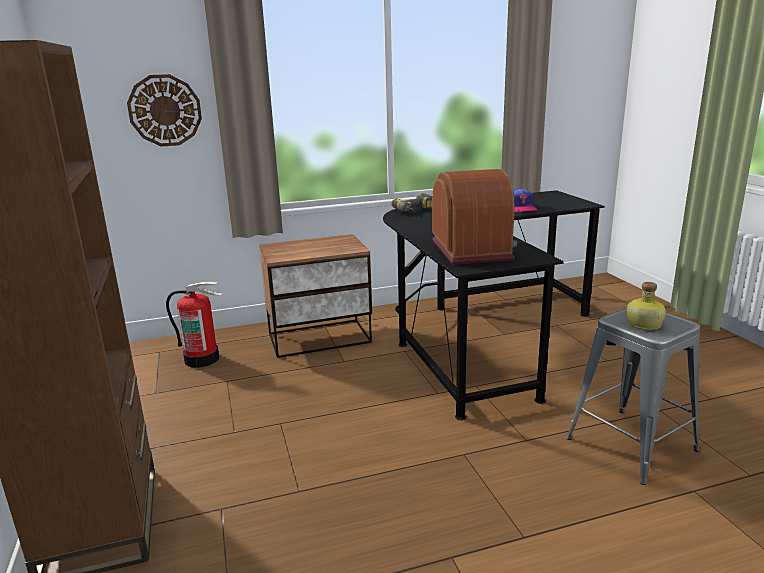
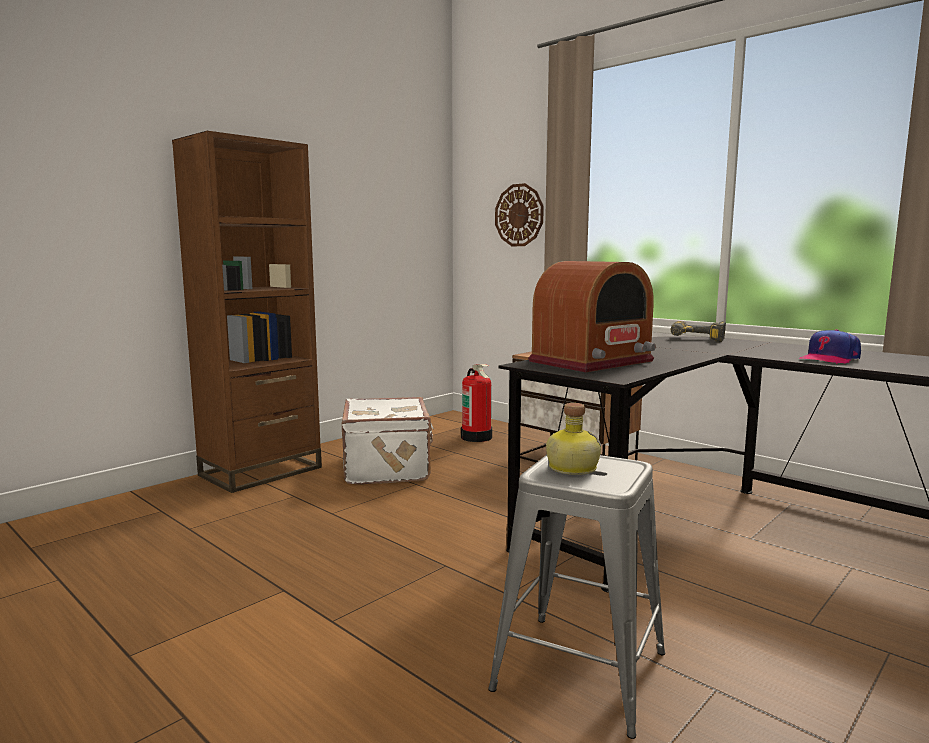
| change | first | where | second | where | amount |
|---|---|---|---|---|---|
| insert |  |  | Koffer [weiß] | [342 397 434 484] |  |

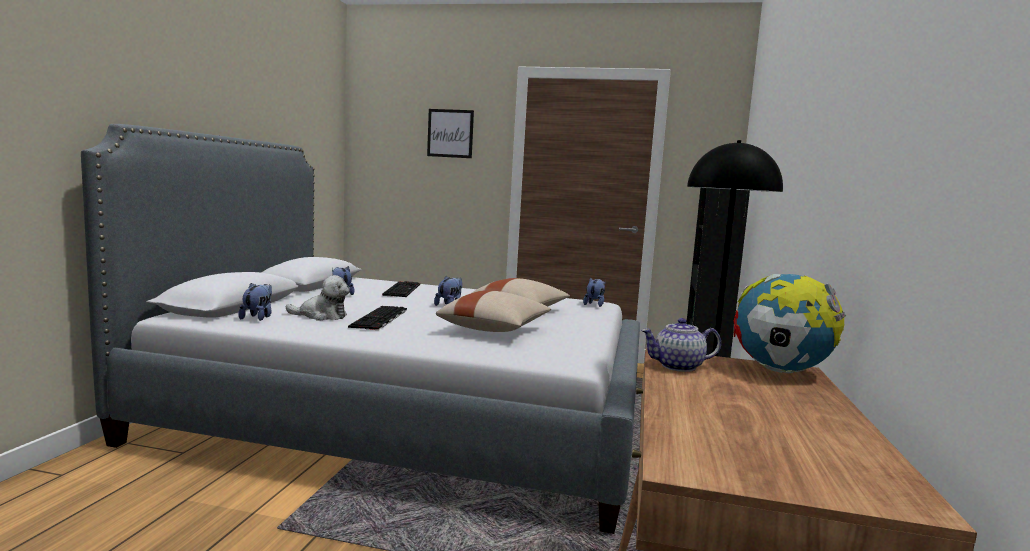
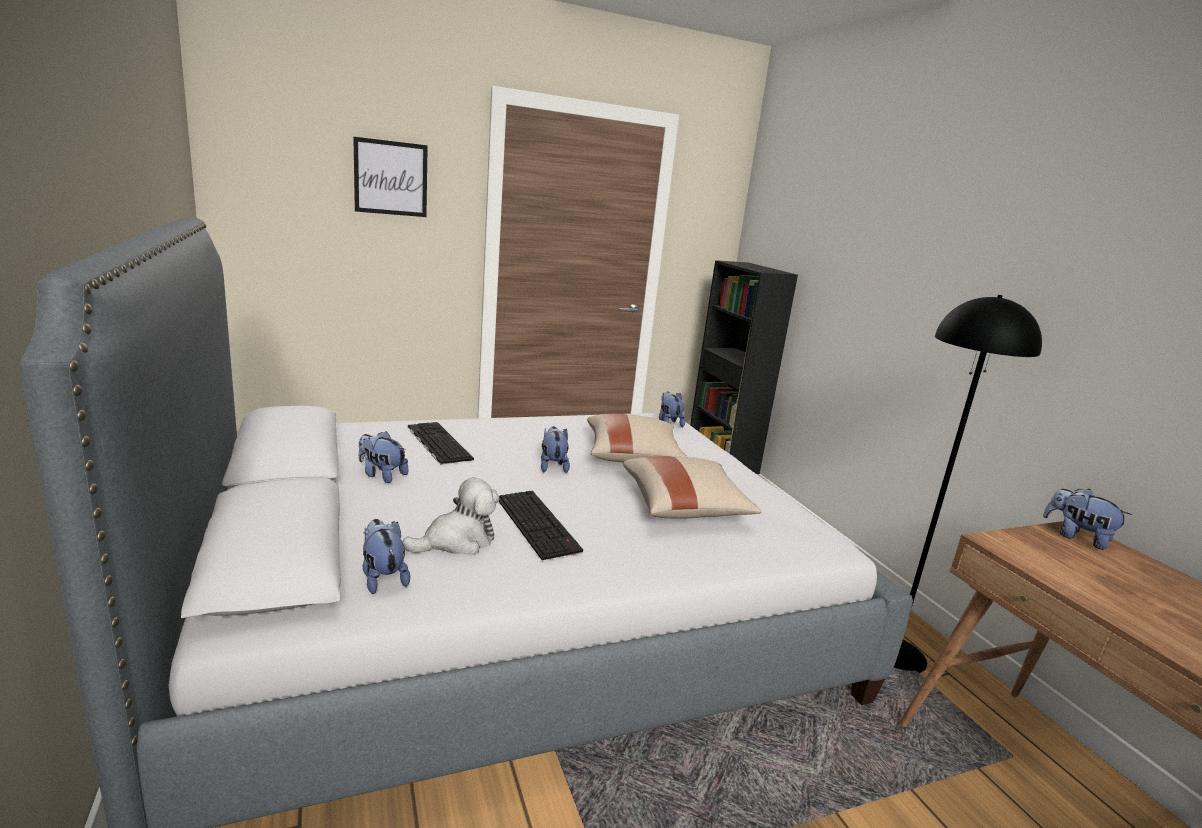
| change | first | where | second | where | amount |
|---|---|---|---|---|---|
| delete | Teekanne | [641 318 721 372] |  |  |  |
| replace | Globus | [733 274 846 373] | Plüschtier | [1043 489 1132 550] |  |

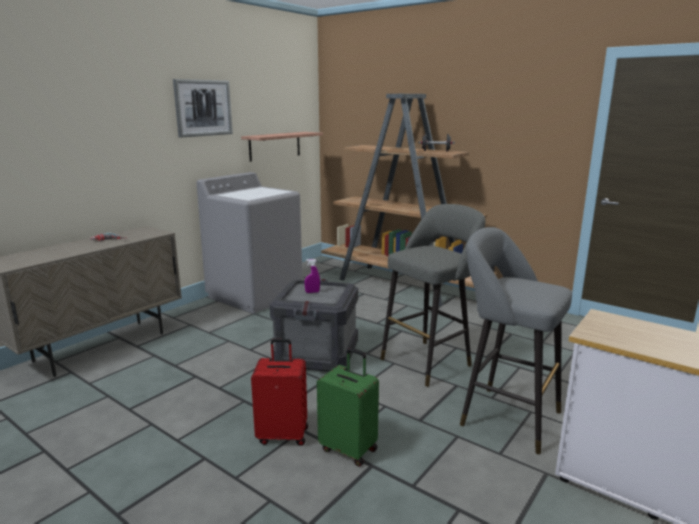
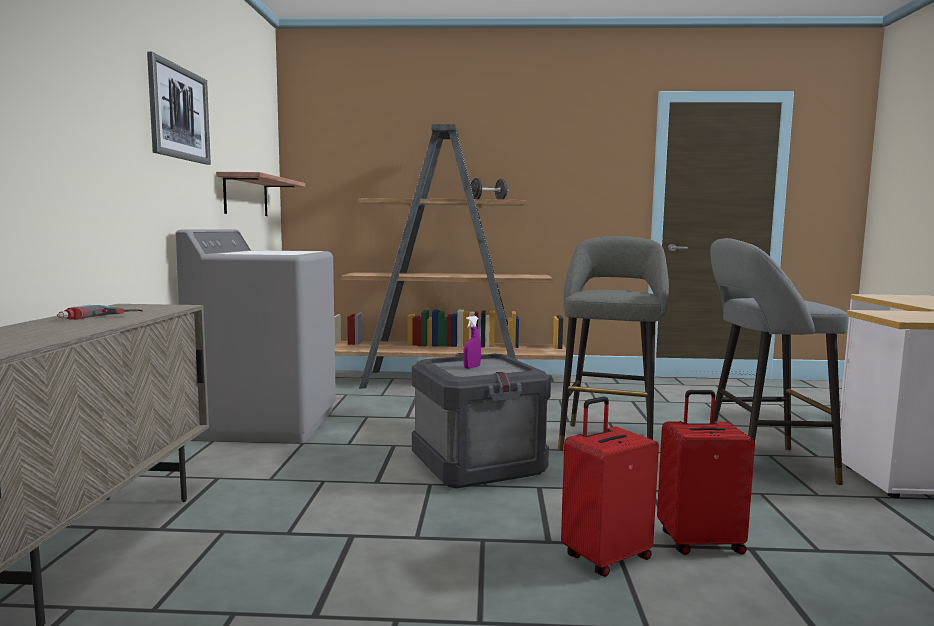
| change | first | where | second | where | amount |
|---|---|---|---|---|---|
| recolor | Koffer [grün] | [317 348 379 467] | Koffer [rot] | [657 390 755 555] |  |

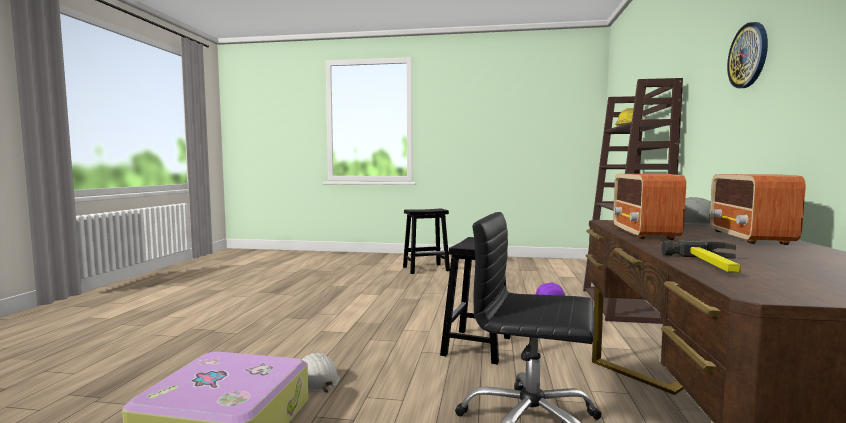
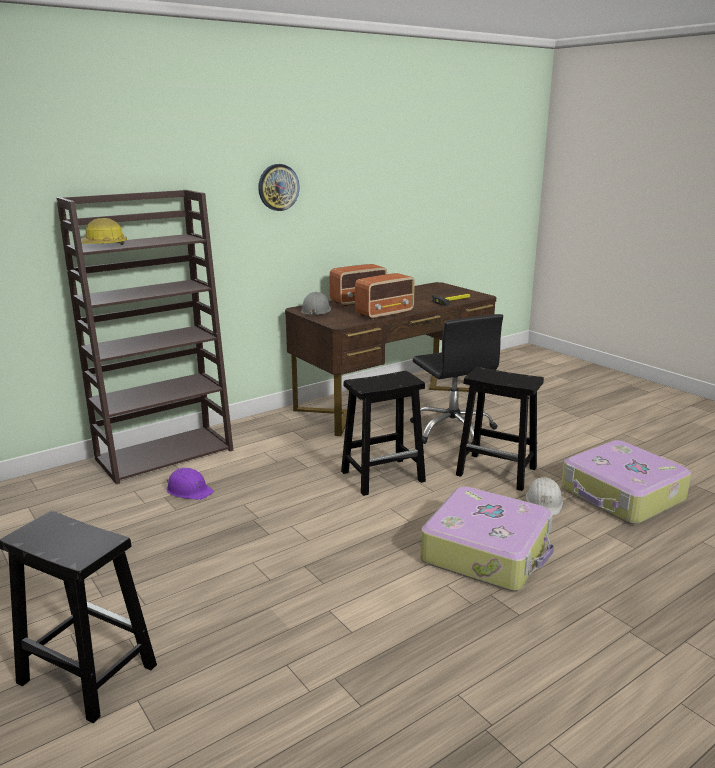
| change | first | where | second | where | amount |
|---|---|---|---|---|---|
| insert |  |  | Koffer | [420 486 554 591] |  |
| insert |  |  | Hocker [schwarz] | [456 367 544 491] |  |

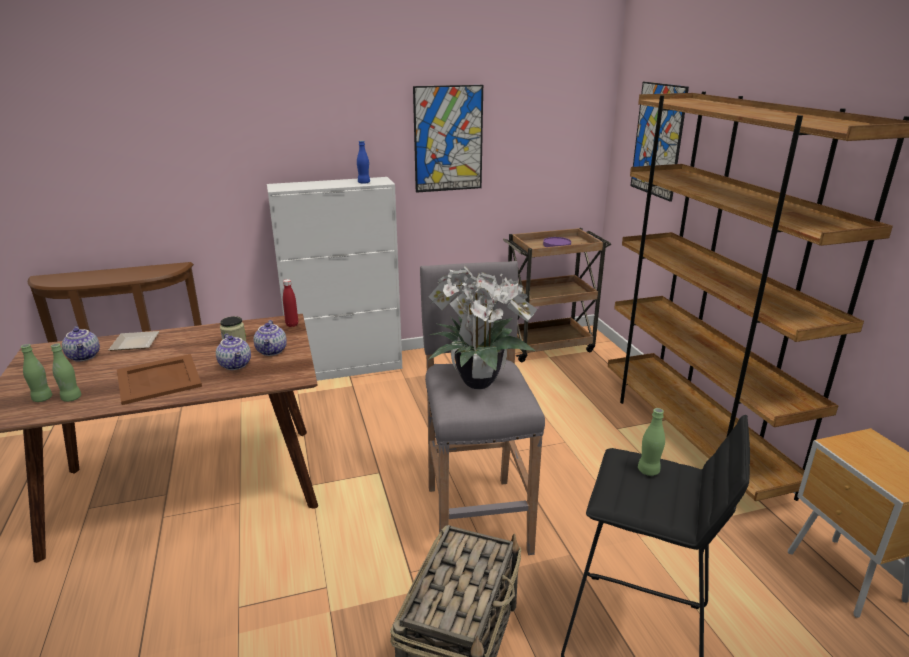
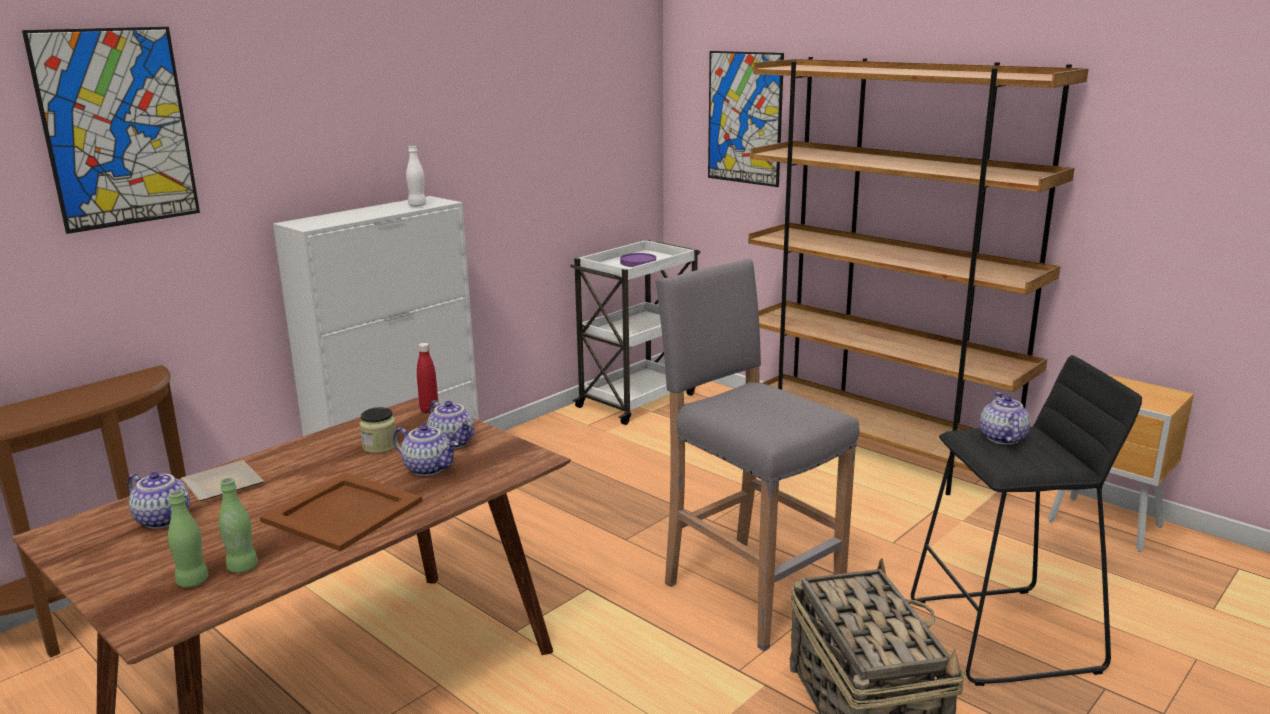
| change | first | where | second | where | amount |
|---|---|---|---|---|---|
| recolor | Flasche [blau] | [357 141 370 184] | Flasche [weiß] | [406 145 426 206] |  |
| move | Bild | [413 85 483 193] |  | [22 27 200 234] |  |
| delete | Topfpflanze | [428 266 538 389] |  |  |  |
| recolor | Rollwagen [braun] | [503 228 611 362] | Rollwagen [weiß] | [570 240 700 425] |  |
| replace | Flasche [grün] | [638 408 665 476] | Teekanne | [980 392 1030 444] |  |

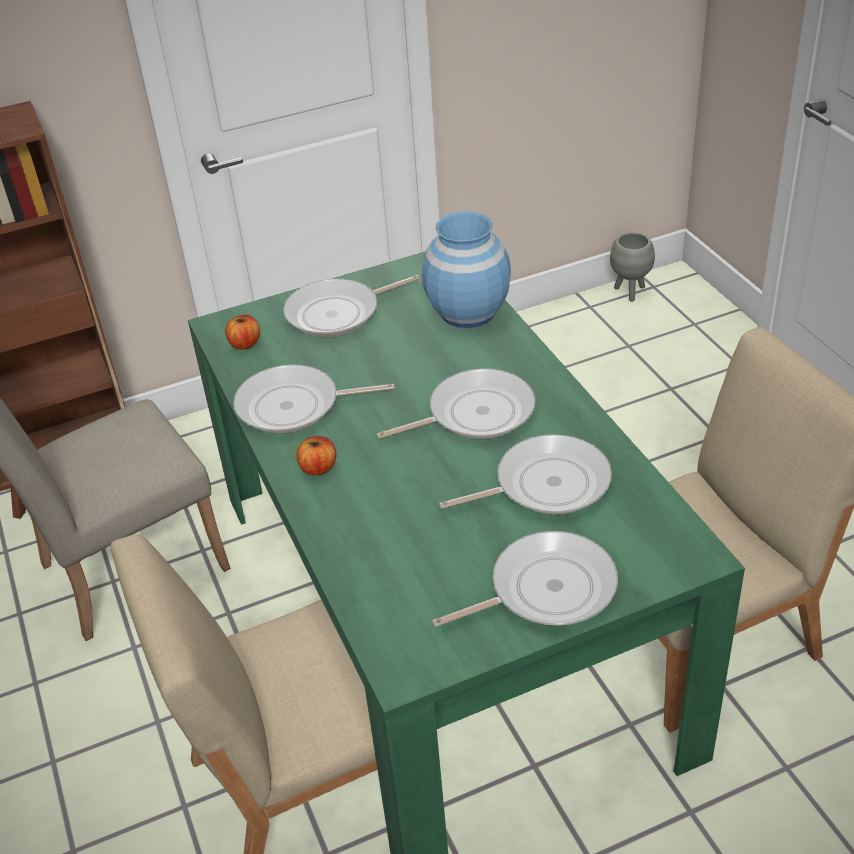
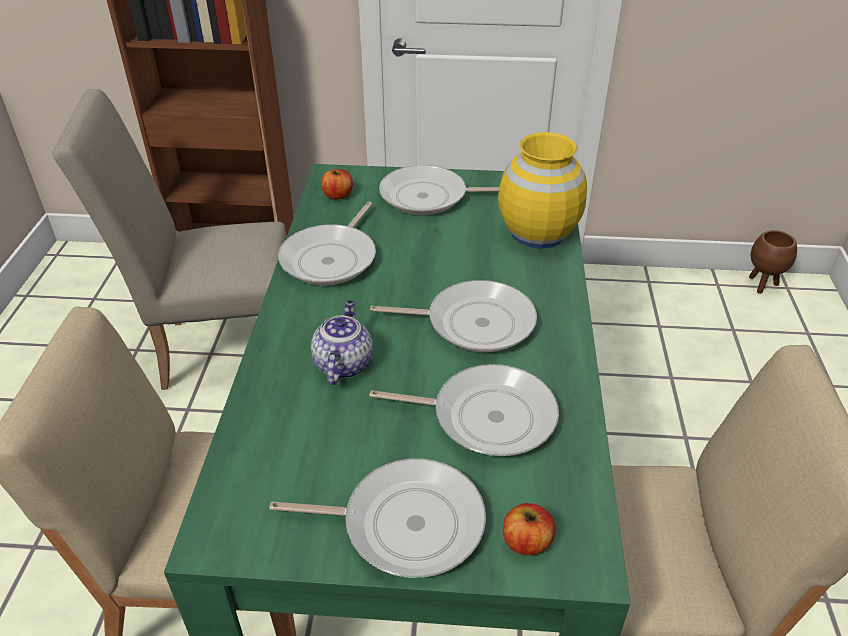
| change | first | where | second | where | amount |
|---|---|---|---|---|---|
| rotate | Pfanne | [233 364 395 433] |  | [278 202 376 285] | 90 degrees counterclockwise |
| move | Apfel | [296 436 336 476] |  | [503 503 555 555] |  |
| recolor | Vase [blau] | [422 211 511 328] | Vase [gelb] | [498 132 587 249] |  |
| recolor | Pflanzkübel [grau] | [610 232 655 302] | Pflanzkübel [braun] | [749 230 797 294] |  |
| insert |  |  | Teekanne | [311 300 373 385] |  |

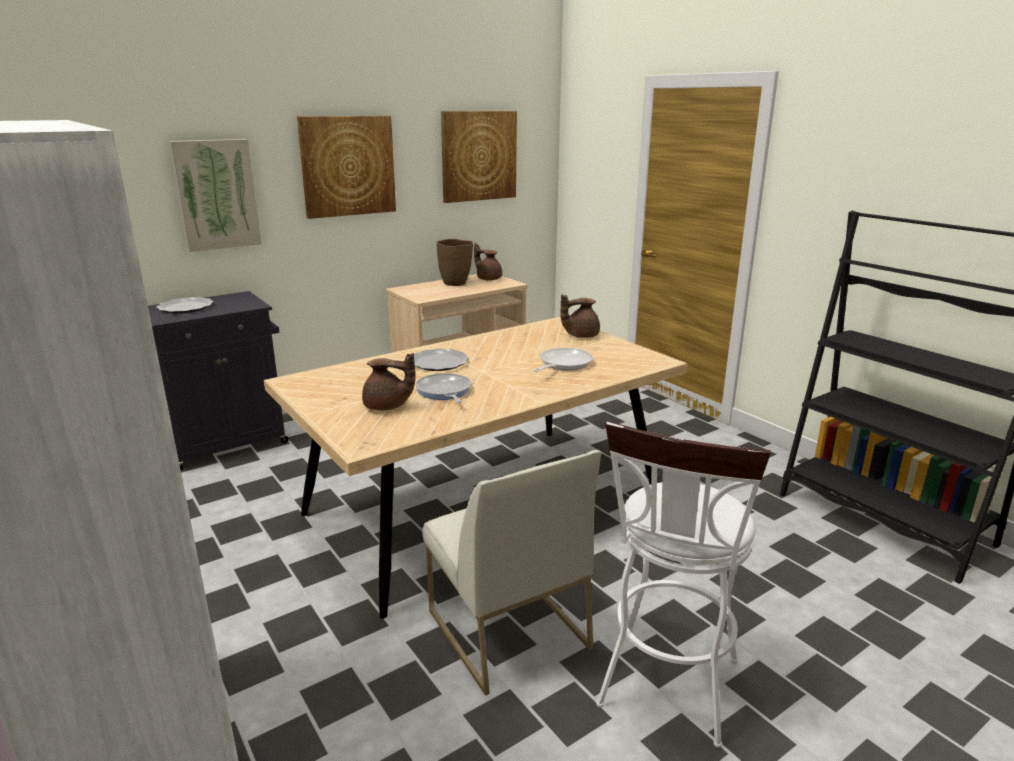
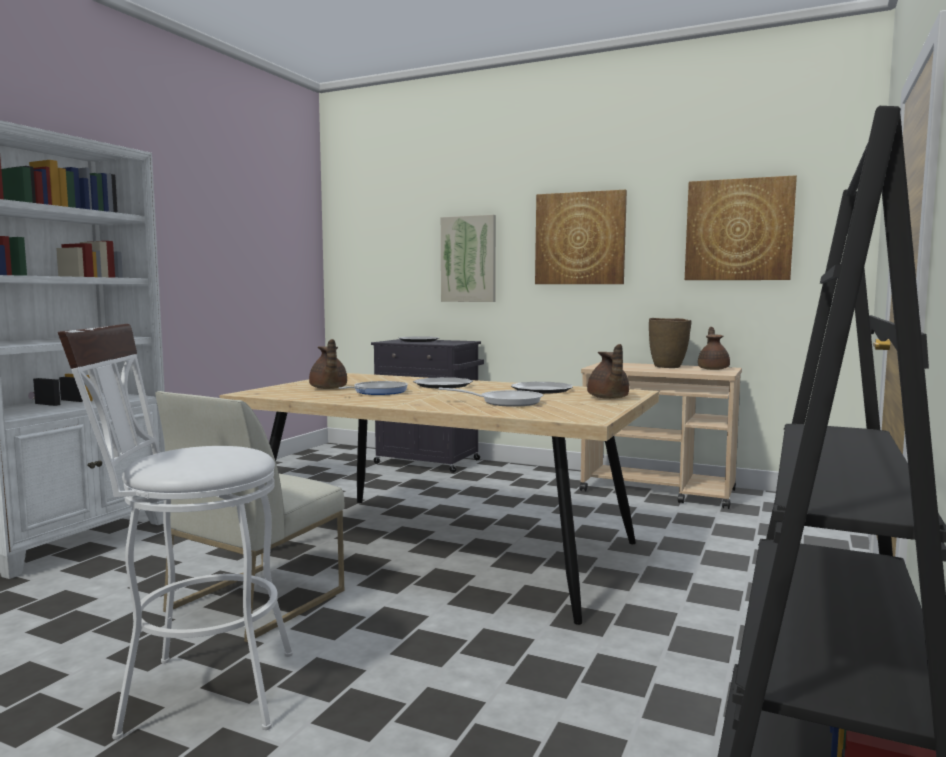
| change | first | where | second | where | amount |
|---|---|---|---|---|---|
| rotate | Teekanne [braun] | [560 294 600 338] |  | [587 344 629 399] | 135 degrees counterclockwise |
| insert |  |  | Teller | [511 382 573 394] |  |

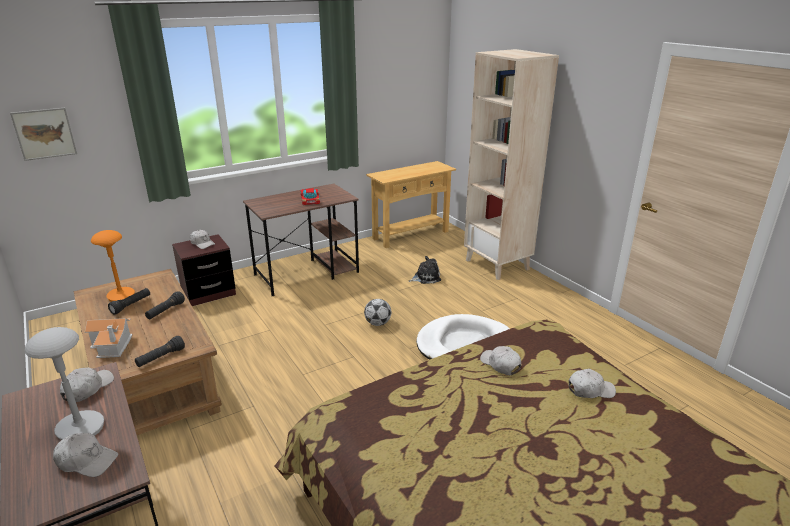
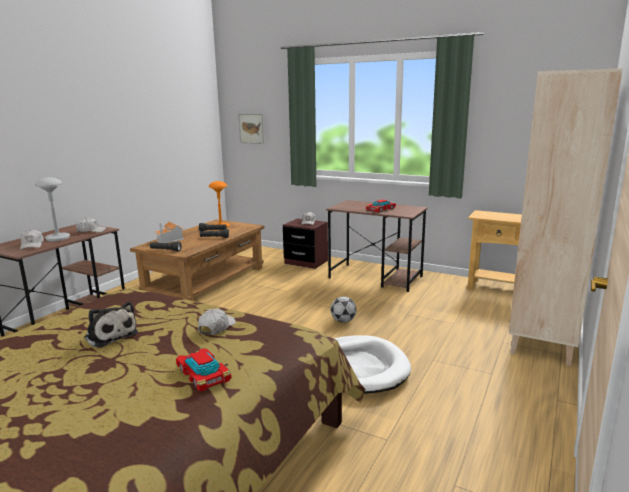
| change | first | where | second | where | amount |
|---|---|---|---|---|---|
| move | Plüschtier | [408 256 441 284] |  | [84 302 138 348] |  |
| replace | Kappe [weiß] | [569 369 616 398] | Spielzeugauto | [176 348 232 392] |  |

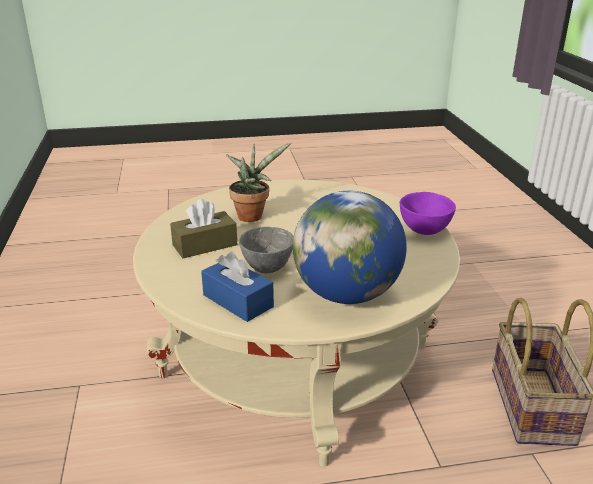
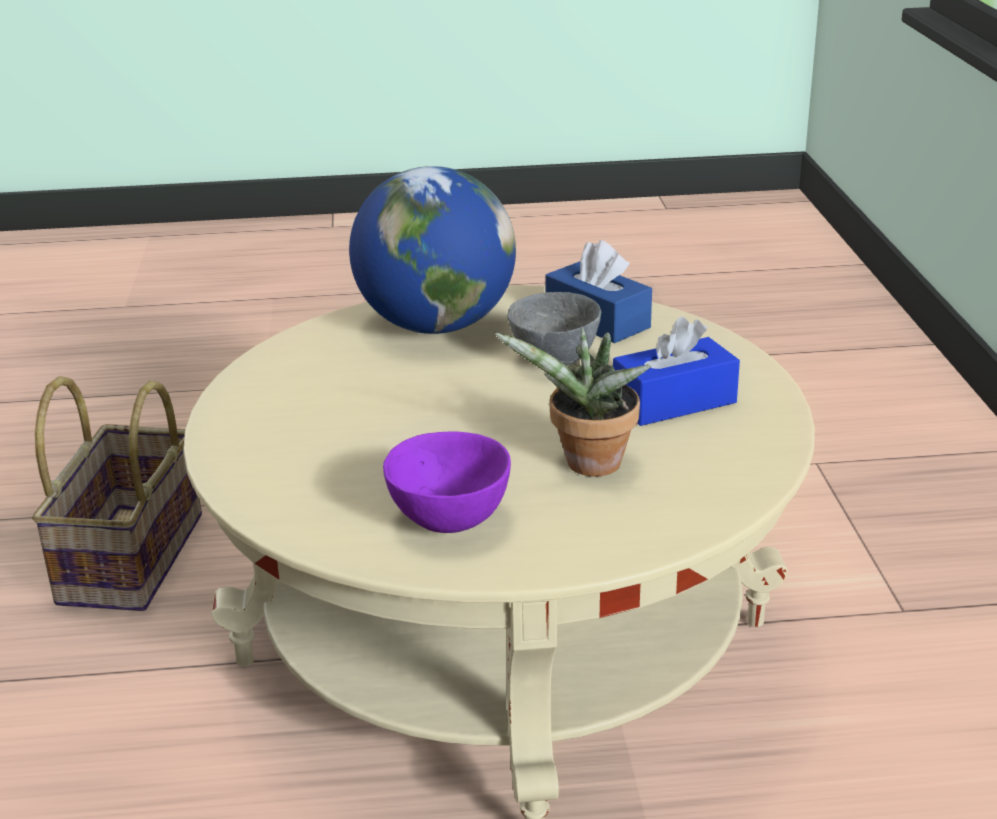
| change | first | where | second | where | amount |
|---|---|---|---|---|---|
| recolor | Taschentuchbox [braun] | [170 199 237 258] | Taschentuchbox [blau] | [613 317 740 426] |  |
| move | Schüssel [lila] | [400 192 456 235] |  | [383 431 511 533] |  |

